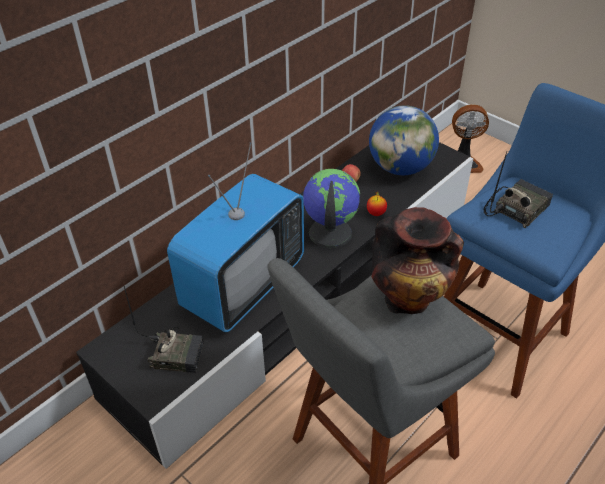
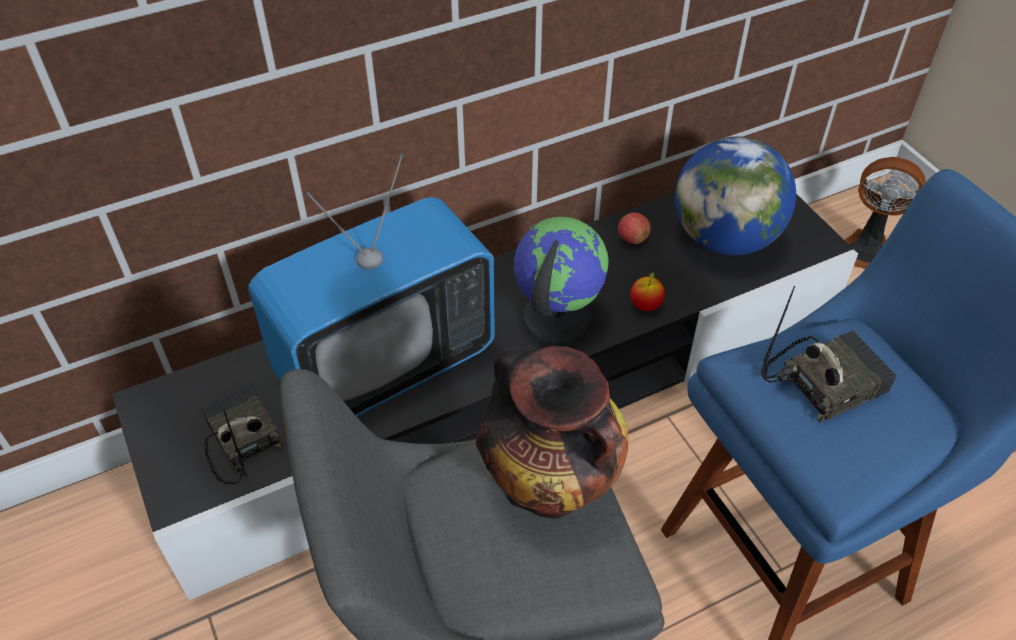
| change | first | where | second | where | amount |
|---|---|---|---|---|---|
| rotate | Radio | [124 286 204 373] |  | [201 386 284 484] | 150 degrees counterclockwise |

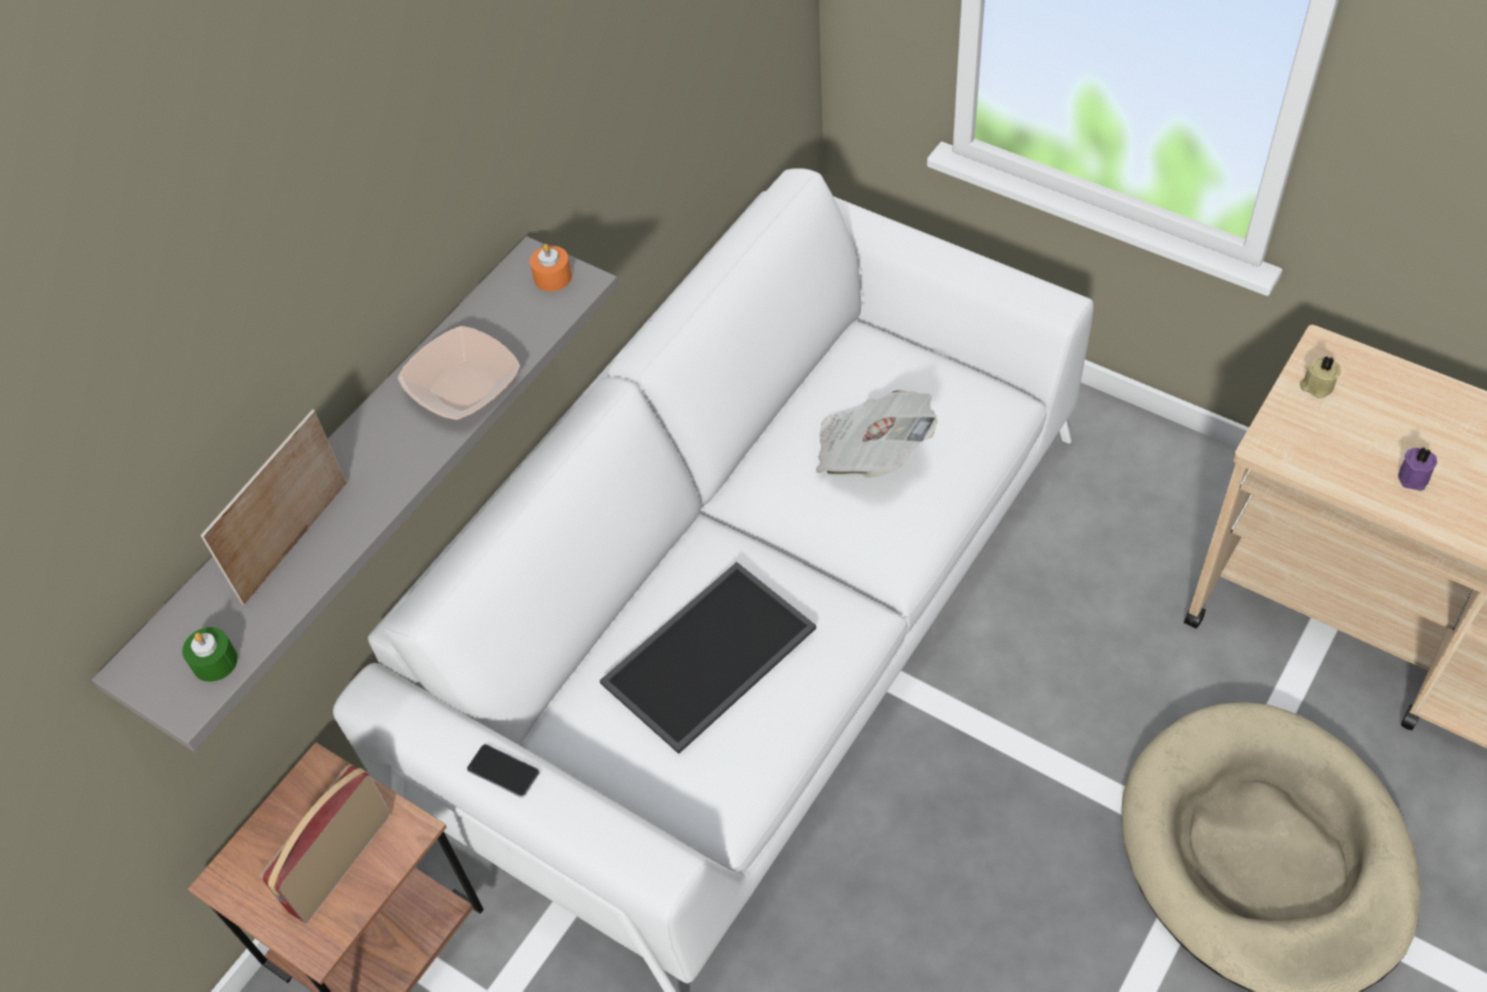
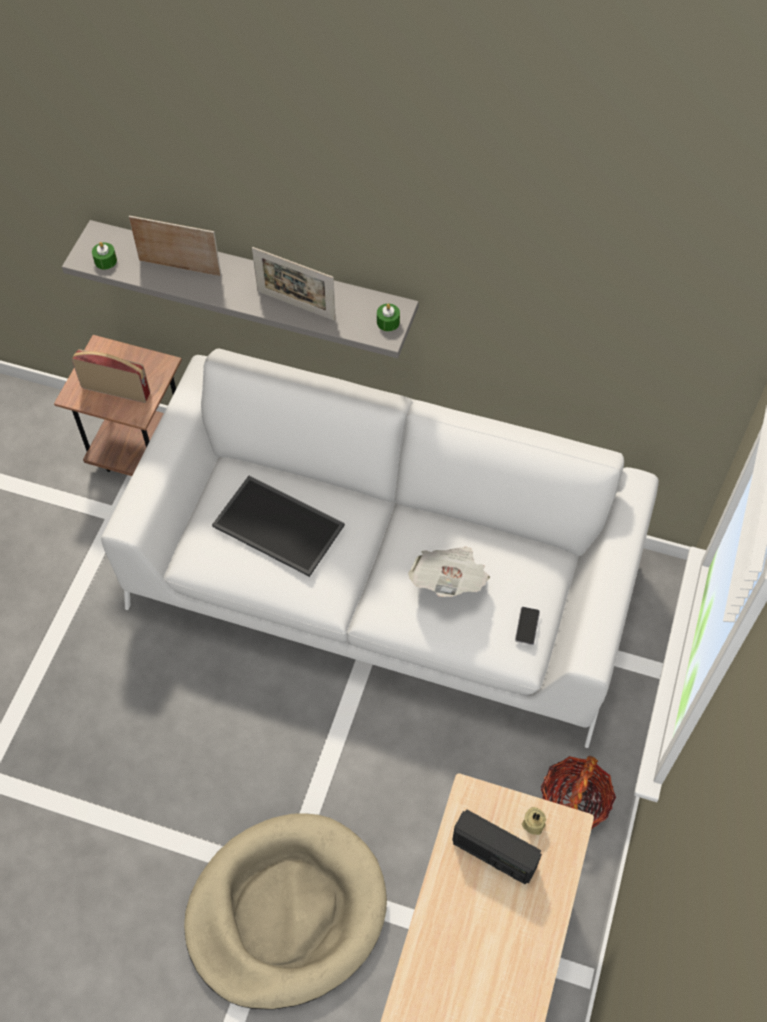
| change | first | where | second | where | amount |
|---|---|---|---|---|---|
| replace | Schüssel | [398 326 520 420] | Bilderrahmen | [252 247 336 321] |  |
| move | Handy | [467 744 540 798] |  | [515 607 540 645] |  |
| recolor | Kerze [orange] | [530 244 572 291] | Kerze [grün] | [377 304 400 331] |  |
| delete | Kerze [lila] | [1398 447 1437 491] |  |  |  |
| insert |  |  | Radio | [452 810 542 884] |  |
| insert |  |  | Korb | [541 756 616 830] |  |

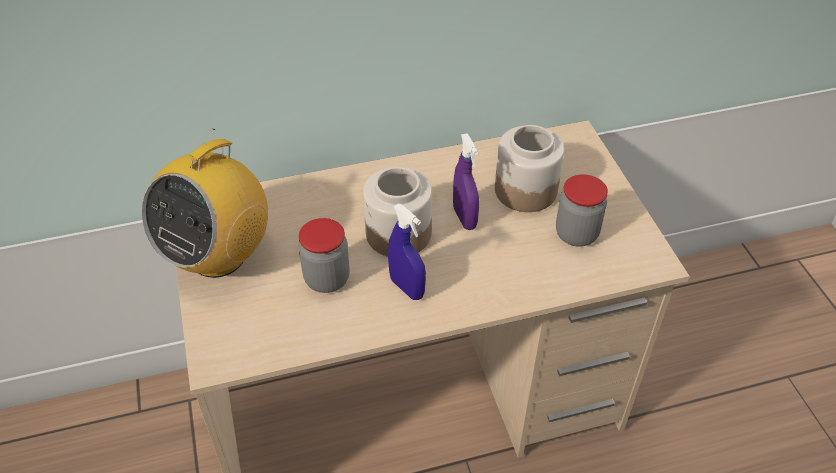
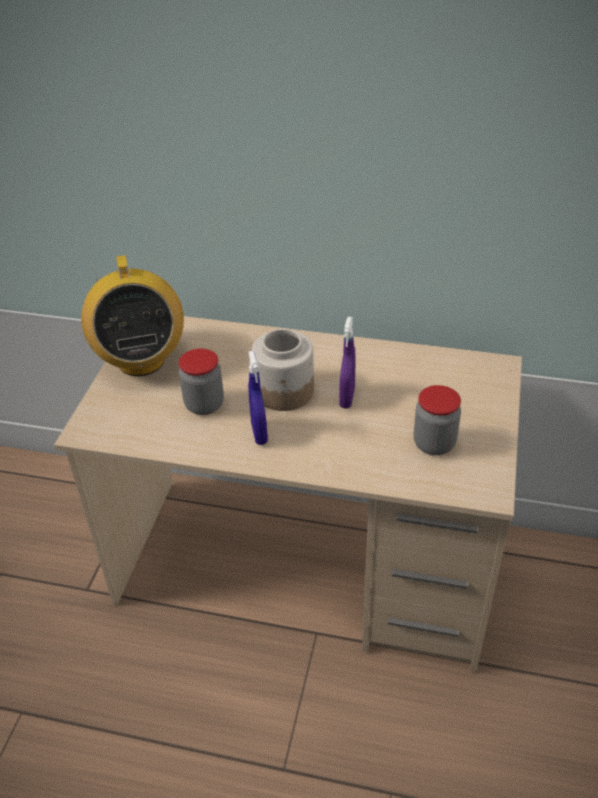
| change | first | where | second | where | amount |
|---|---|---|---|---|---|
| rotate | Radio | [141 129 268 278] |  | [81 255 184 376] | 75 degrees counterclockwise |
| delete | Vorratsglas | [495 125 564 212] |  |  |  |

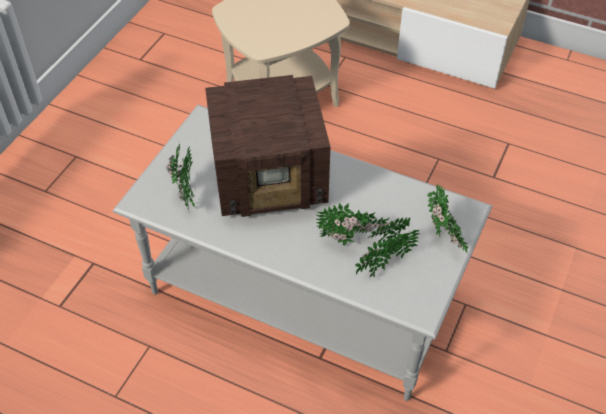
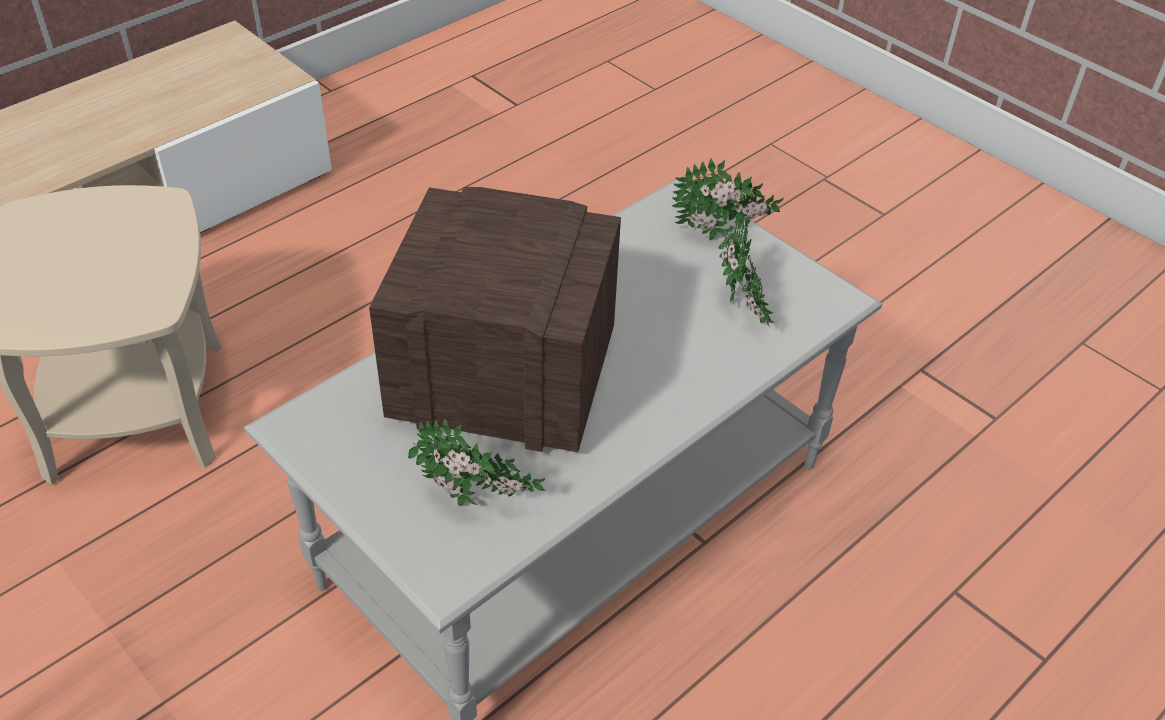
| change | first | where | second | where | amount |
|---|---|---|---|---|---|
| rotate | Radio | [205 75 330 217] |  | [369 187 621 452] | 90 degrees counterclockwise |
| delete | Topfpflanze | [316 203 389 246] |  |  |  |

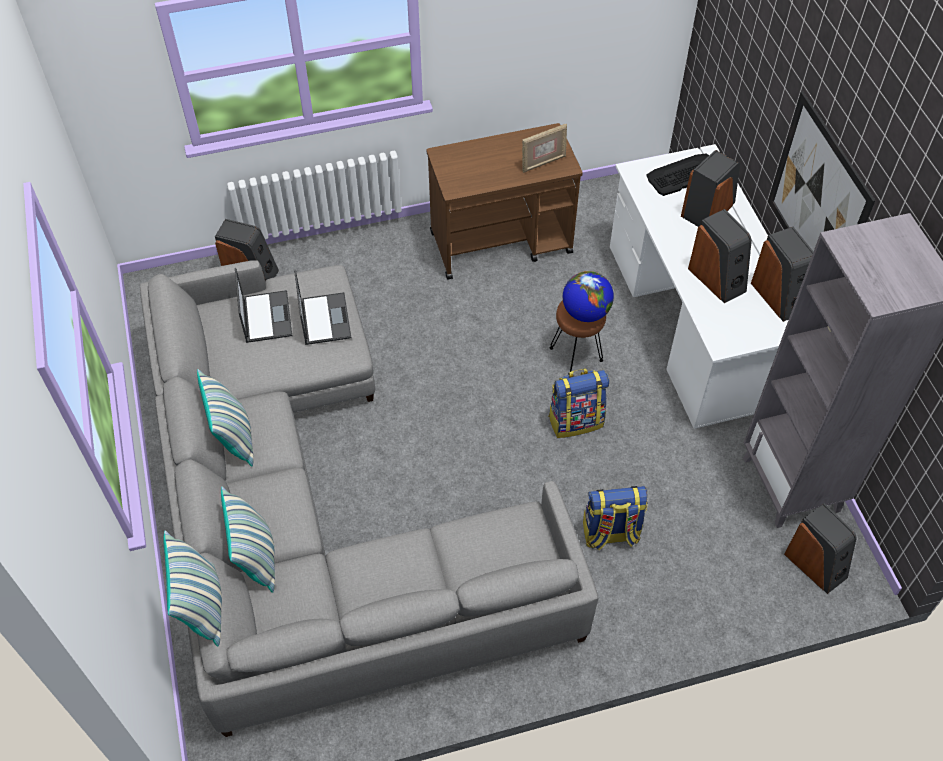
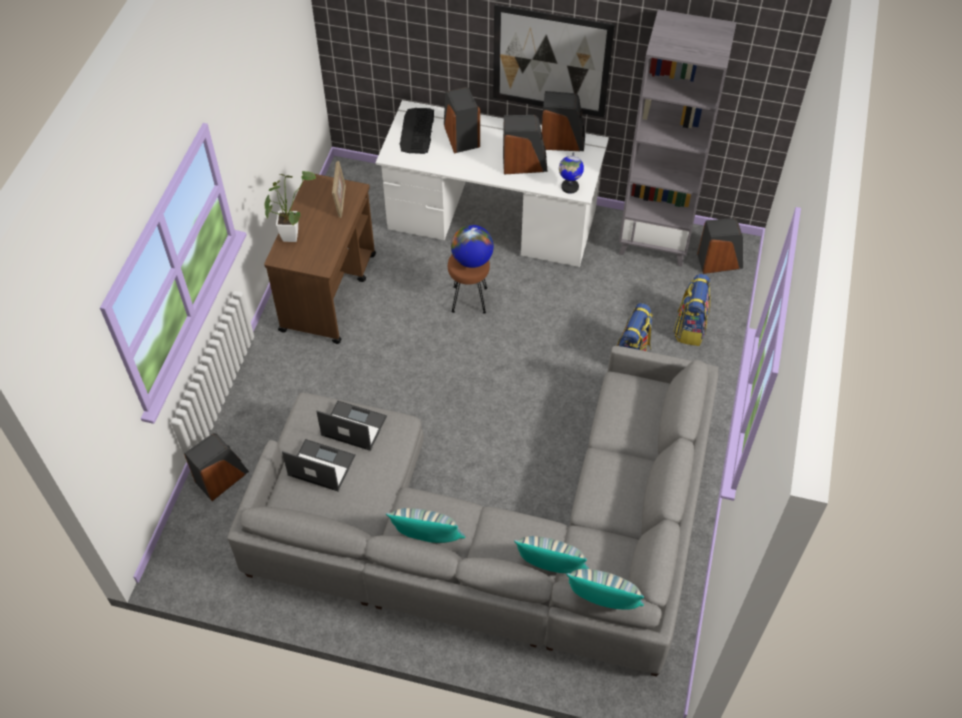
| change | first | where | second | where | amount |
|---|---|---|---|---|---|
| move | Rucksack | [548 368 609 438] |  | [674 274 711 346] |  |
| insert |  |  | Topfpflanze | [264 171 317 242] |  |
| insert |  |  | Globus | [559 152 584 194] |  |

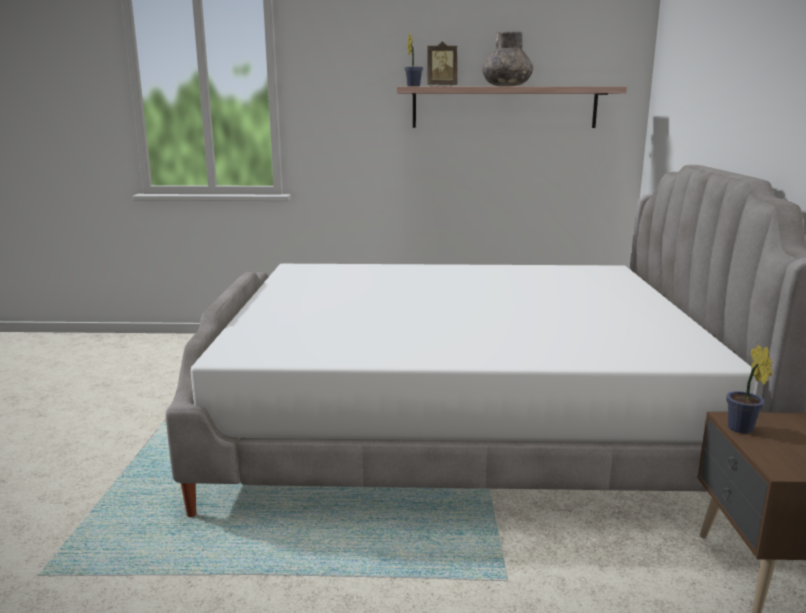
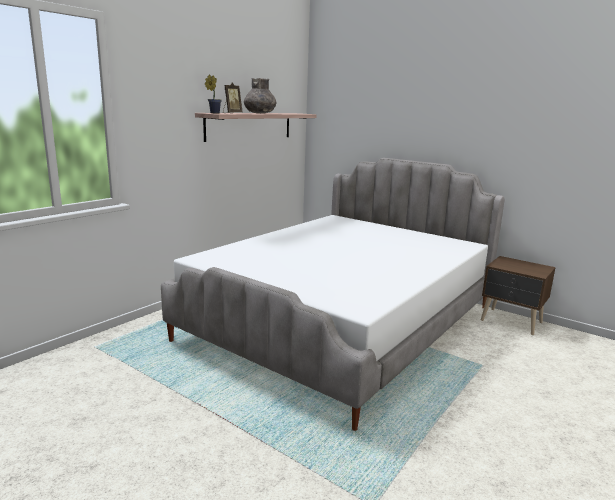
| change | first | where | second | where | amount |
|---|---|---|---|---|---|
| delete | Topfpflanze | [727 345 772 434] |  |  |  |

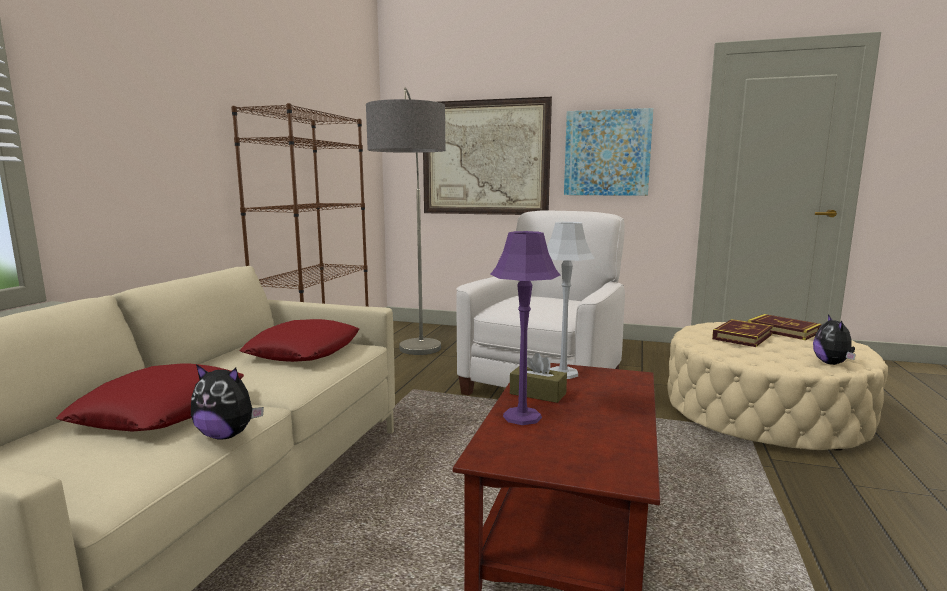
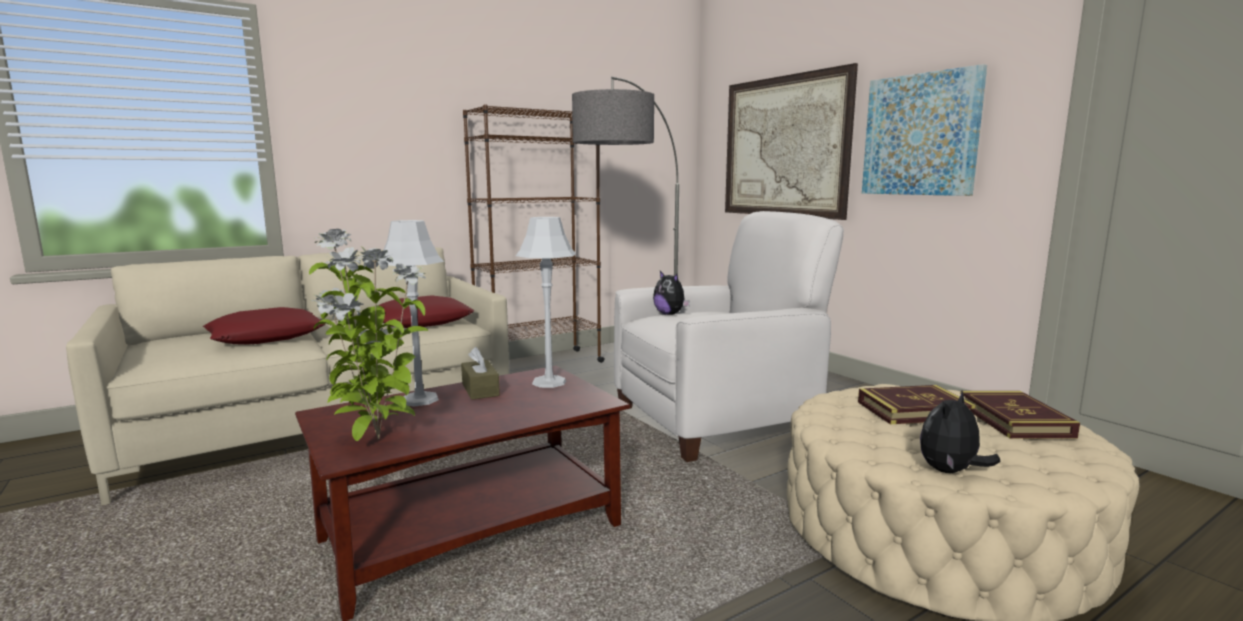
| change | first | where | second | where | amount |
|---|---|---|---|---|---|
| move | Plüschtier | [191 364 264 440] |  | [653 271 690 315] |  |
| recolor | Tischlampe [lila] | [490 231 560 425] | Tischlampe [grau] | [383 220 444 407] |  |
| insert |  |  | Topfpflanze | [309 229 429 441] |  |

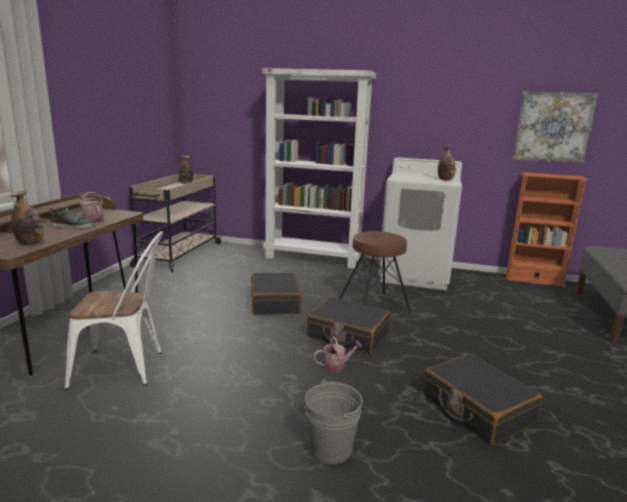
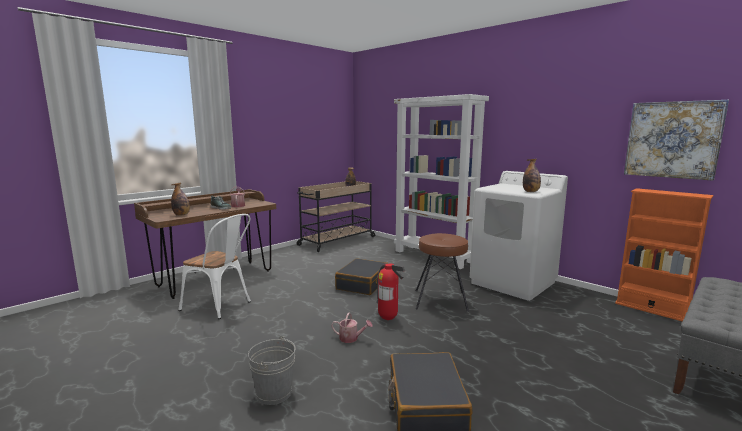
| change | first | where | second | where | amount |
|---|---|---|---|---|---|
| replace | Koffer [schwarz] | [307 297 390 354] | Feuerlöscher | [376 263 405 320] |  |

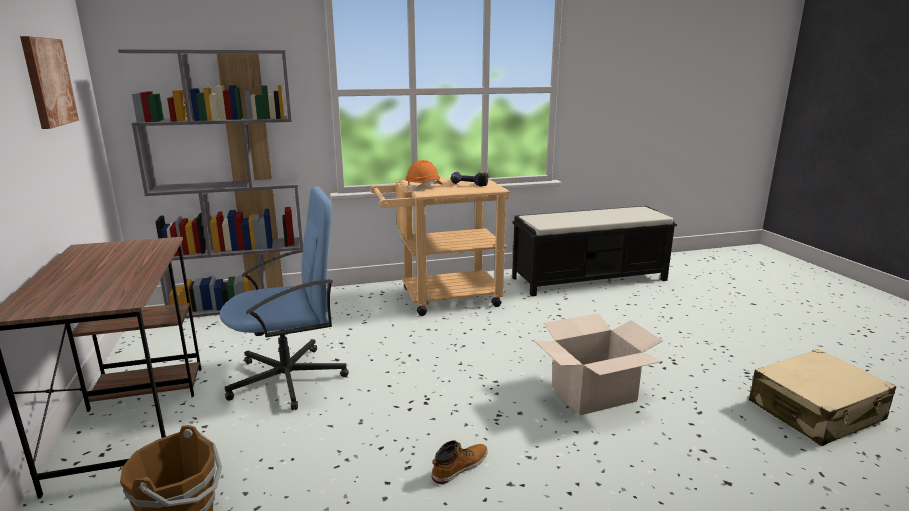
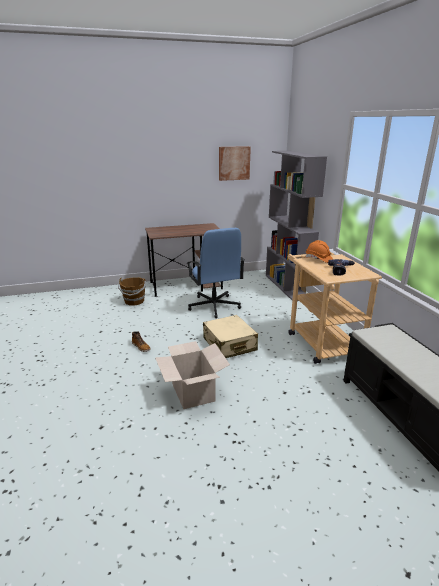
| change | first | where | second | where | amount |
|---|---|---|---|---|---|
| move | Koffer [beige] | [749 349 897 446] |  | [203 315 258 358] |  |

